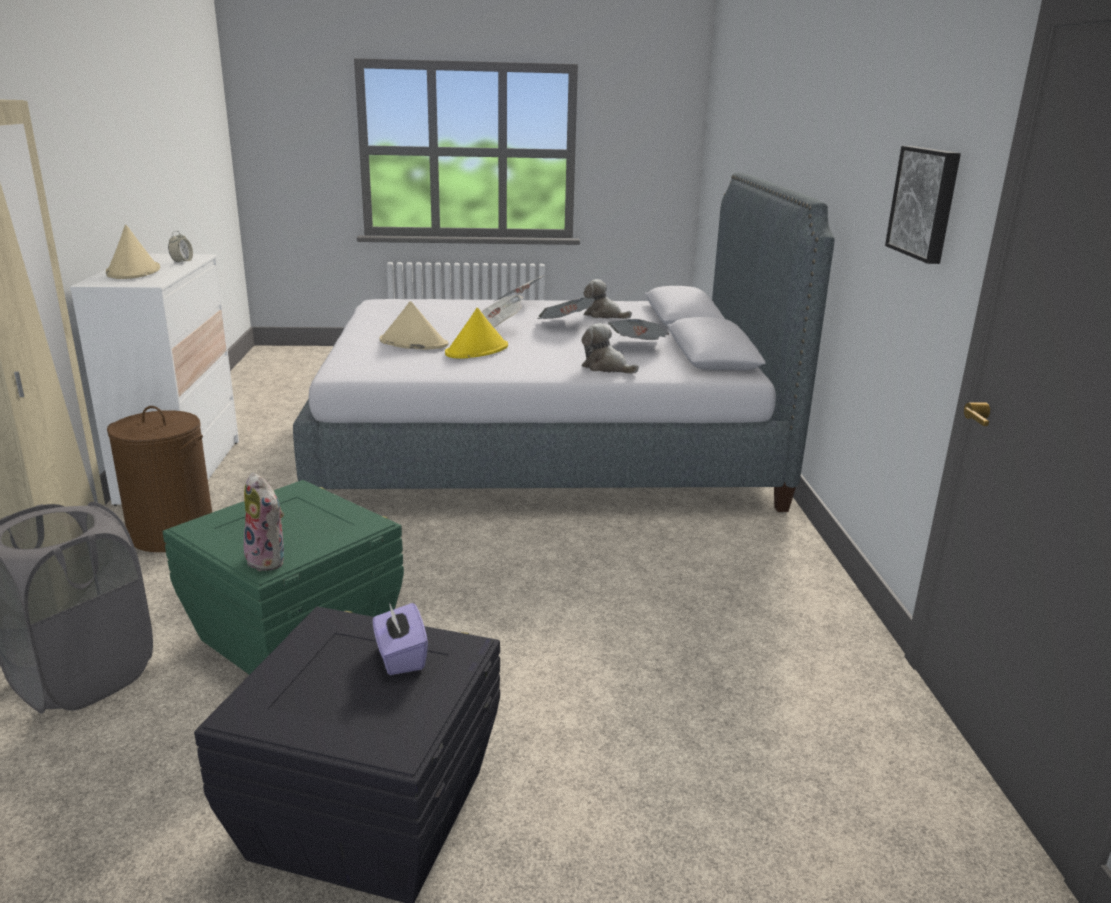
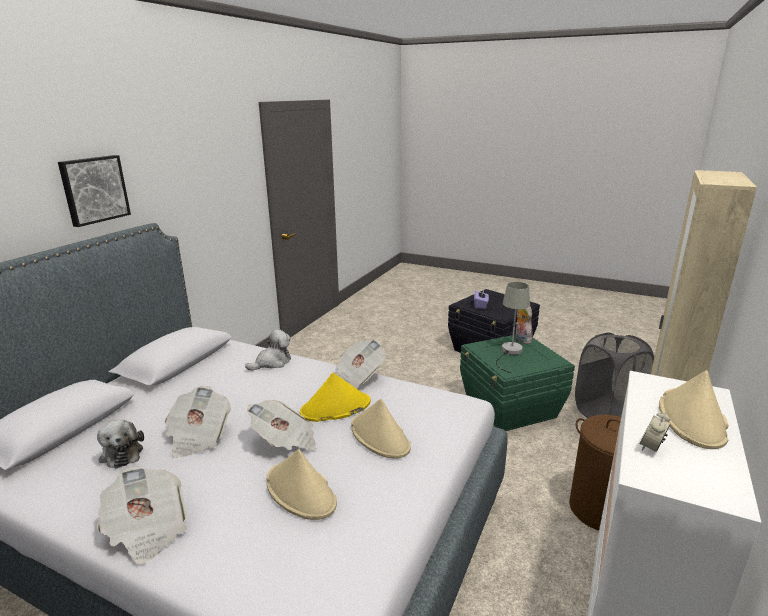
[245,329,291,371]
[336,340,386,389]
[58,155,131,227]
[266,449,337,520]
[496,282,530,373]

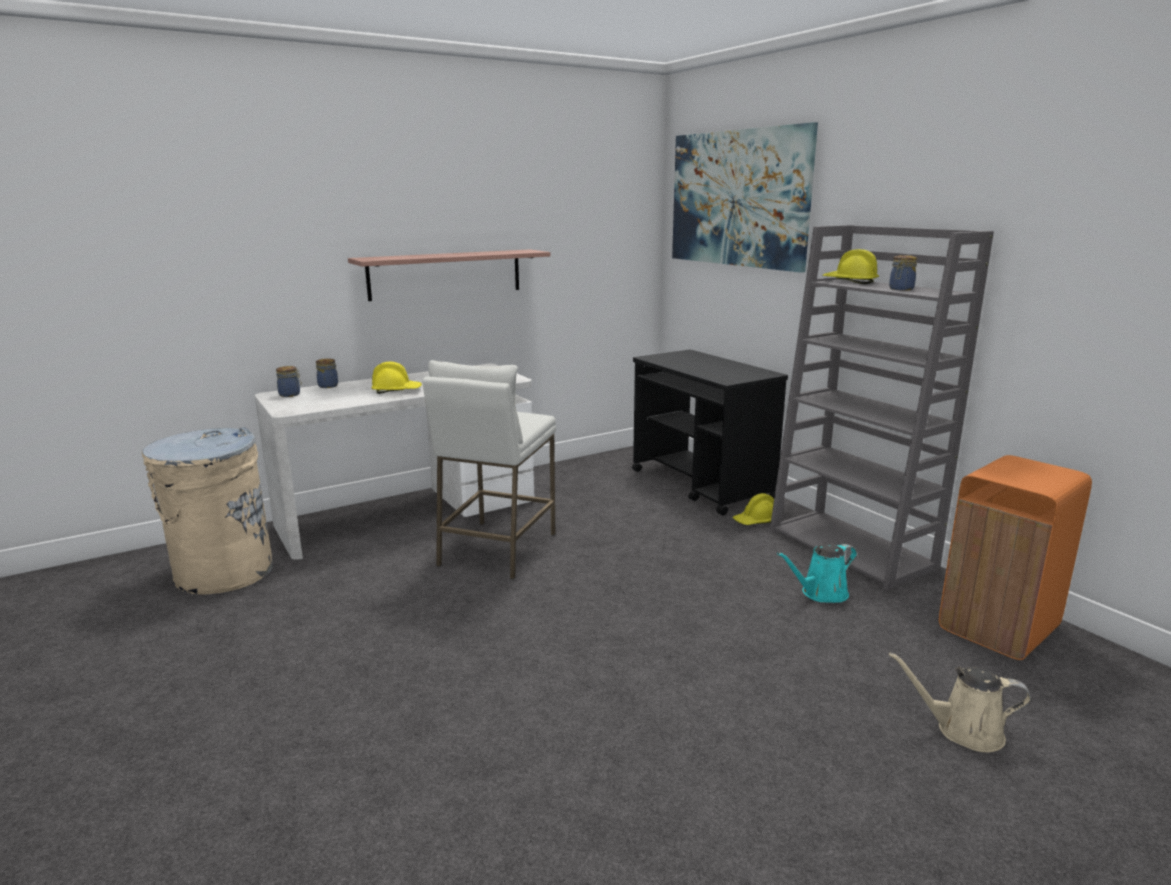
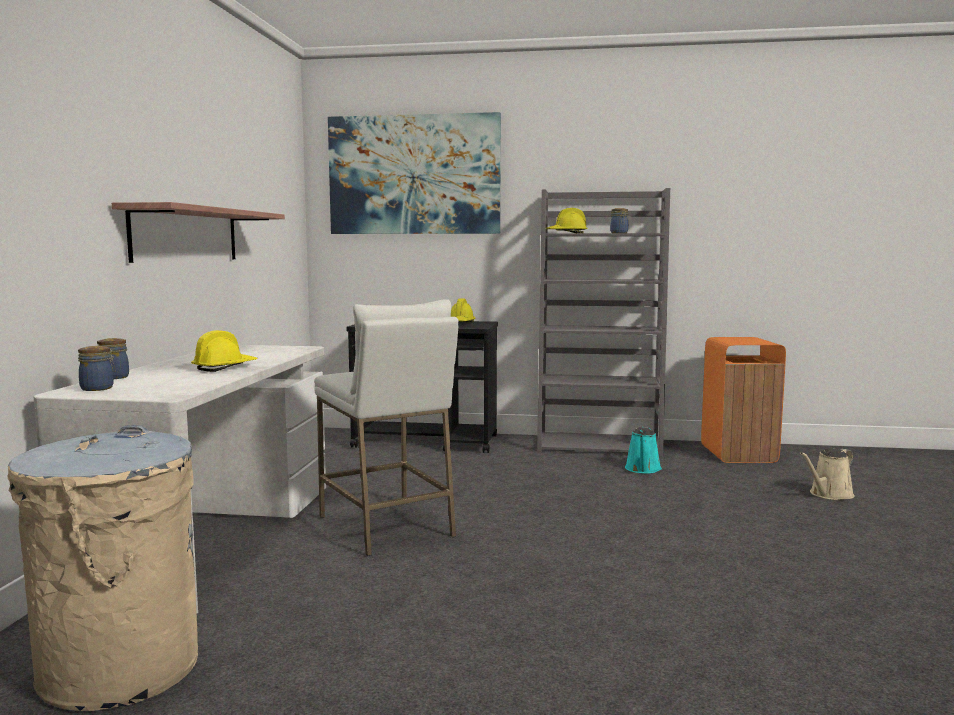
[451,298,475,322]

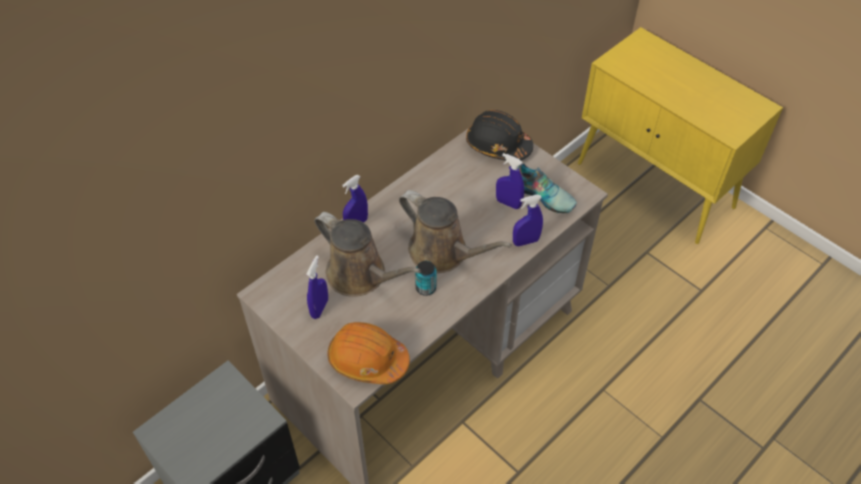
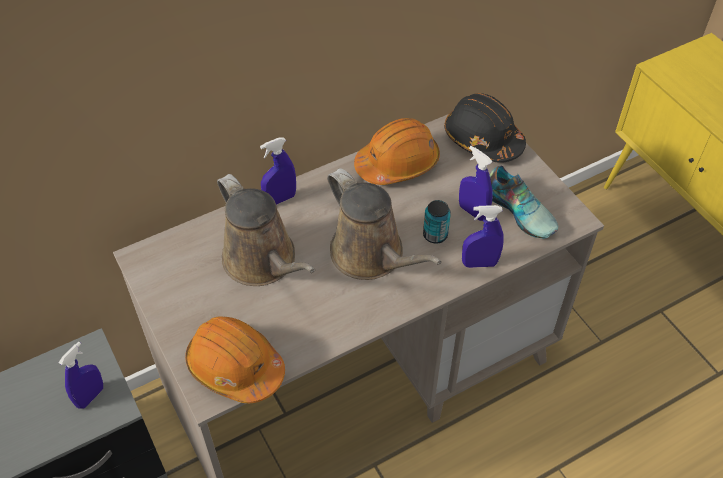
[58,341,103,409]
[423,200,451,244]
[354,118,440,185]

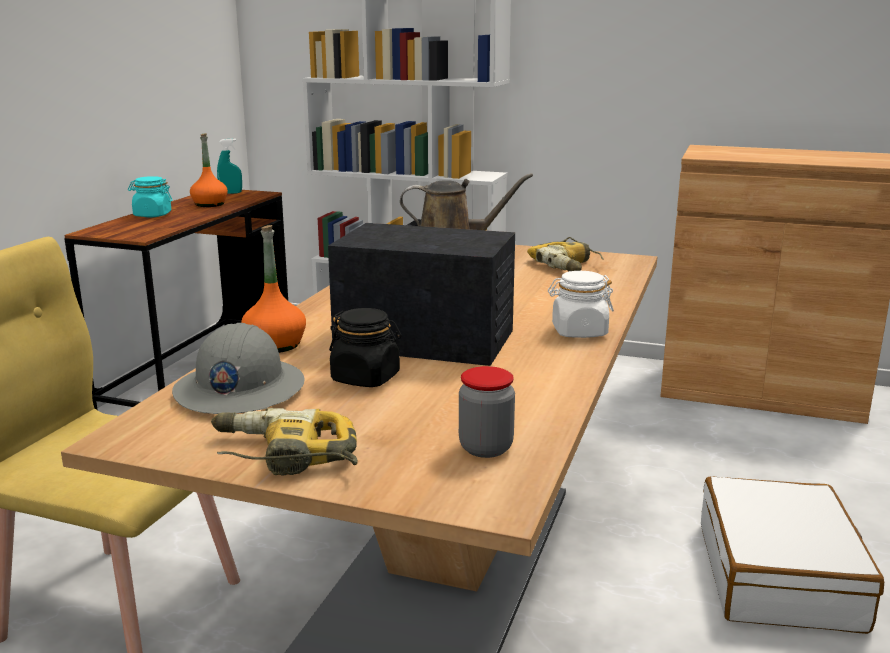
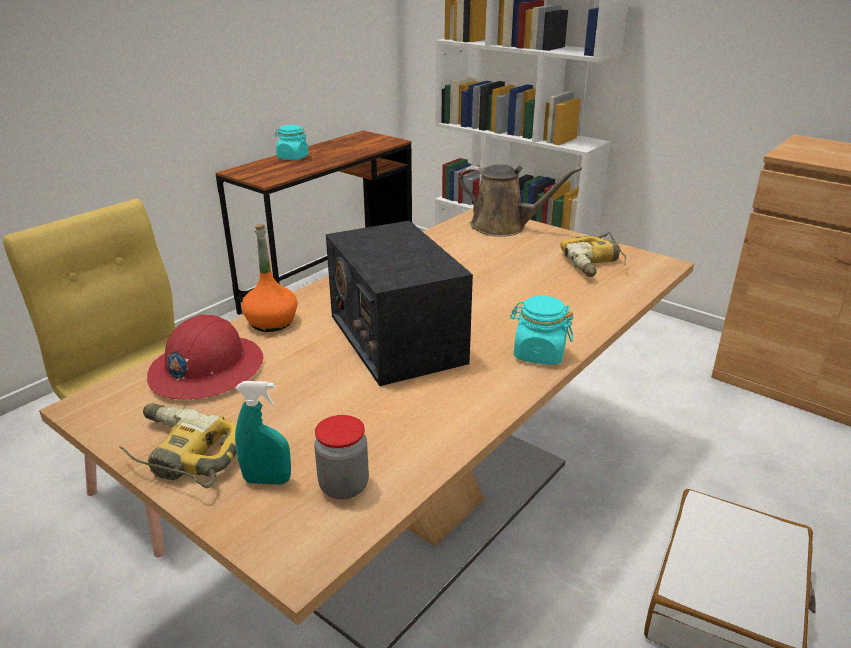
[147,315,263,400]
[190,133,228,207] (first image)
[235,381,291,485]
[326,221,473,386]
[329,308,402,387] (first image)
[510,296,573,365]

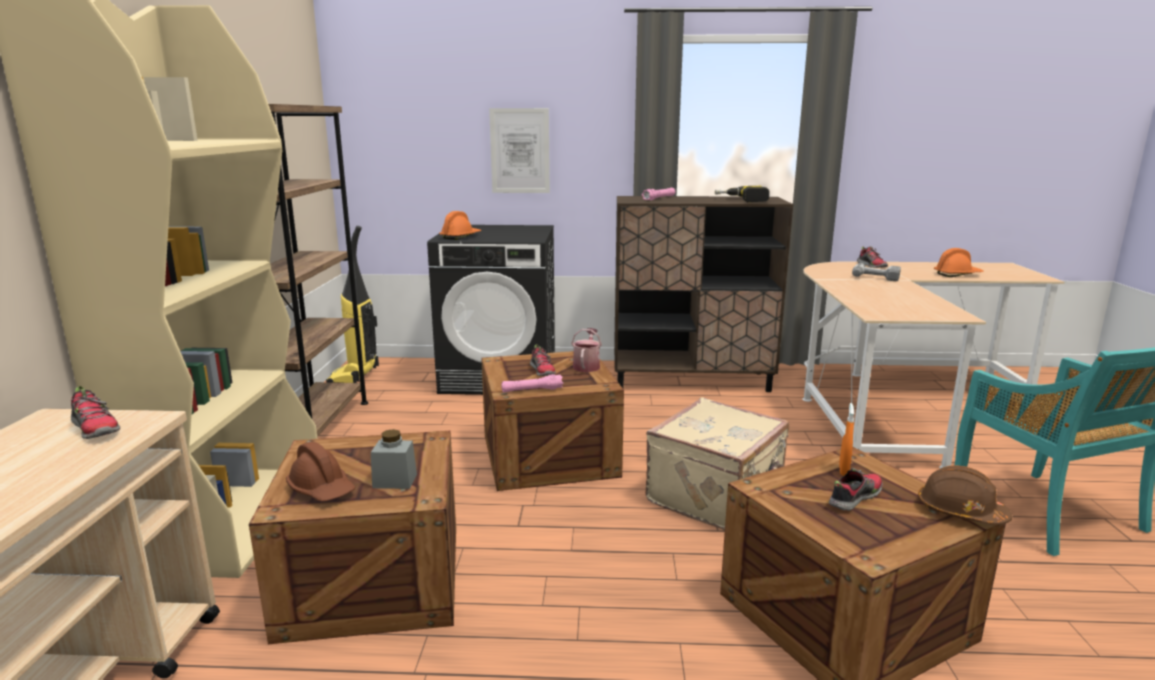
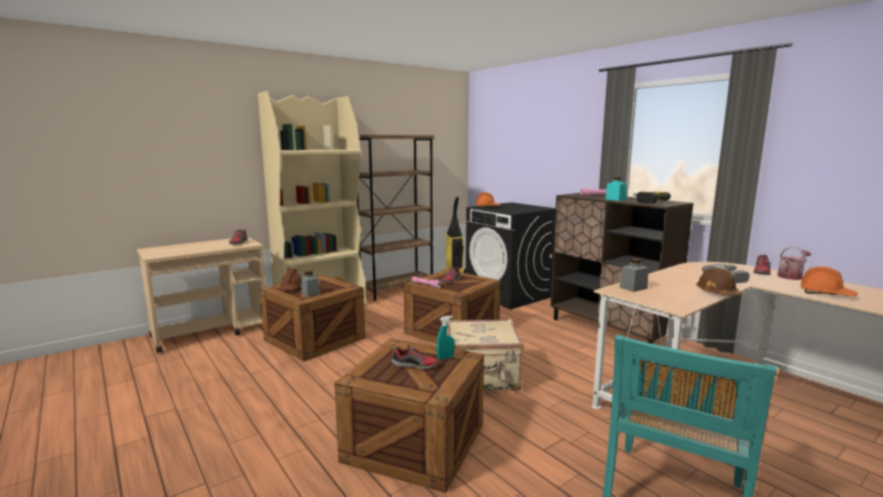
[489,108,550,193] (first image)
[777,247,811,280]
[436,316,455,360]
[696,268,742,296]
[605,177,627,201]
[620,258,649,292]

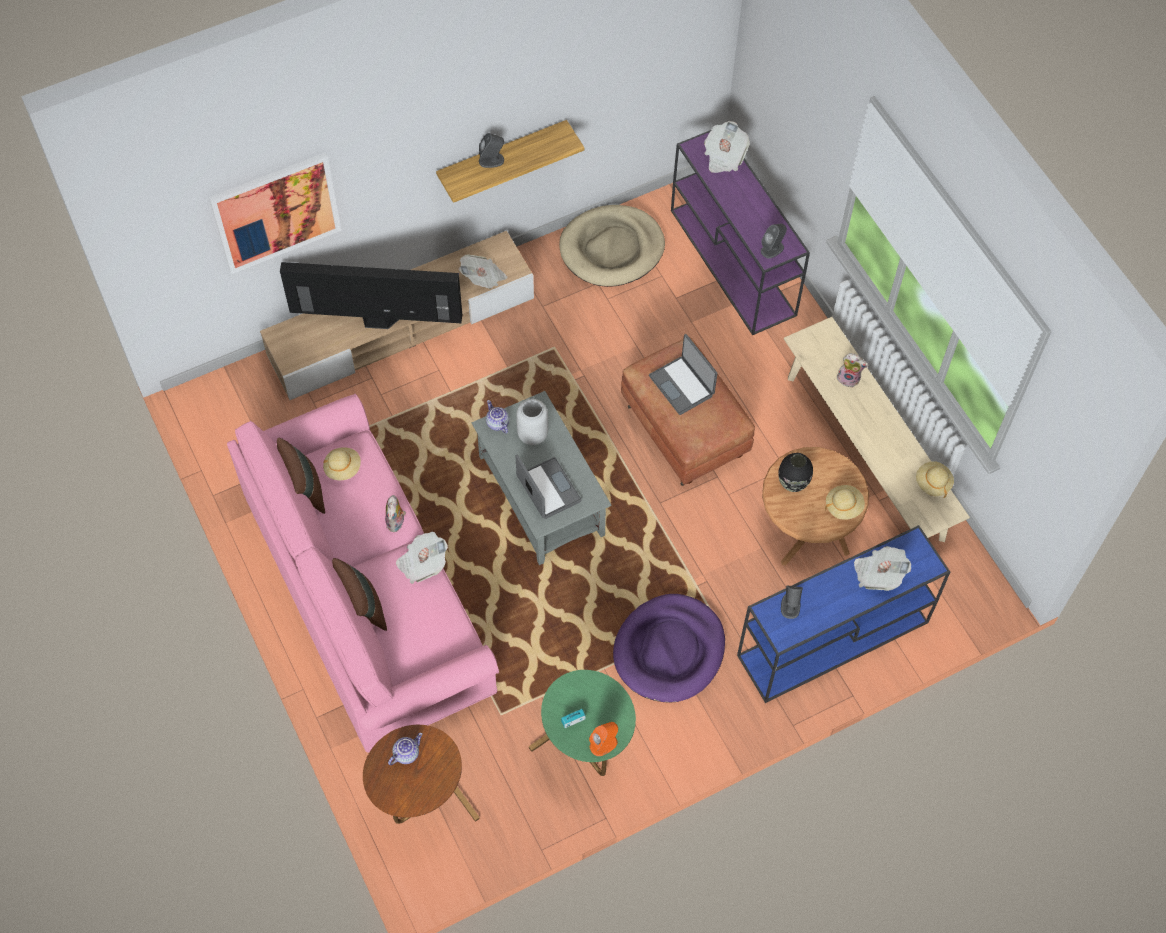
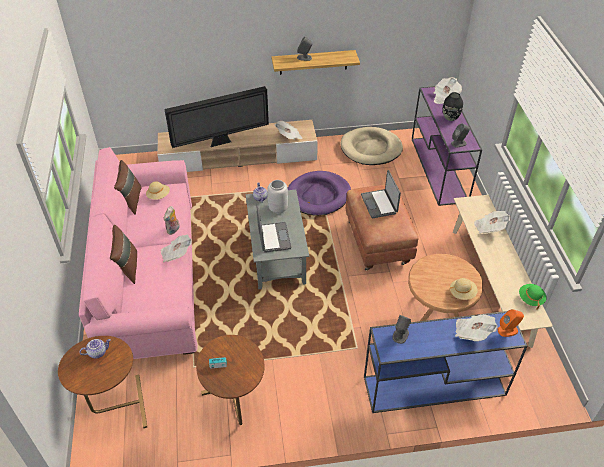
[209,153,341,274] (first image)
[164,86,269,148]
[196,335,265,425]
[498,309,524,337]
[288,171,351,216]
[443,92,463,121]
[474,211,511,234]
[519,284,547,310]

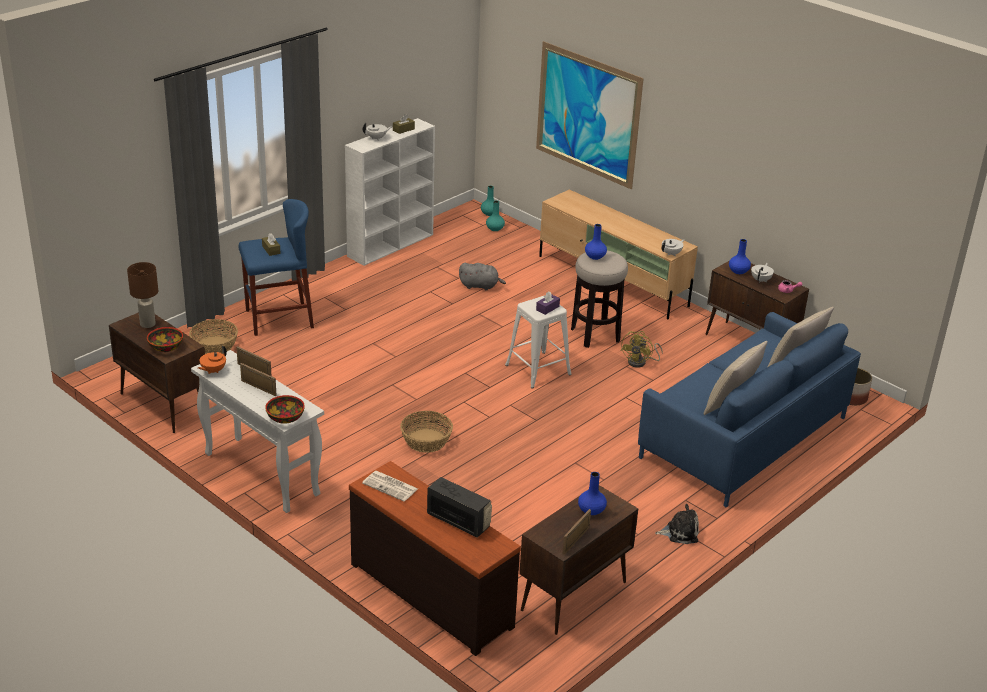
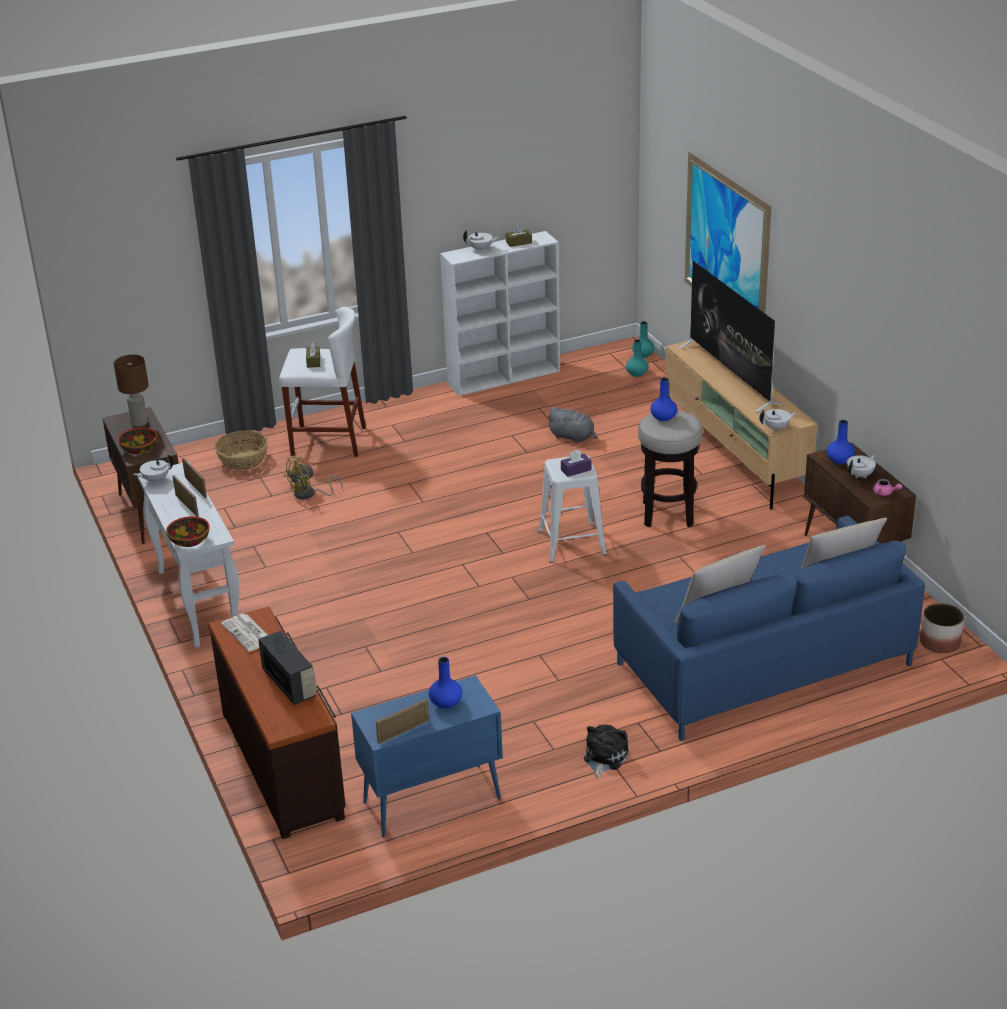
[133,454,173,483]
[279,307,366,457]
[400,411,453,453] (first image)
[351,675,503,838]
[284,456,343,499]
[584,724,629,778]
[679,261,785,413]

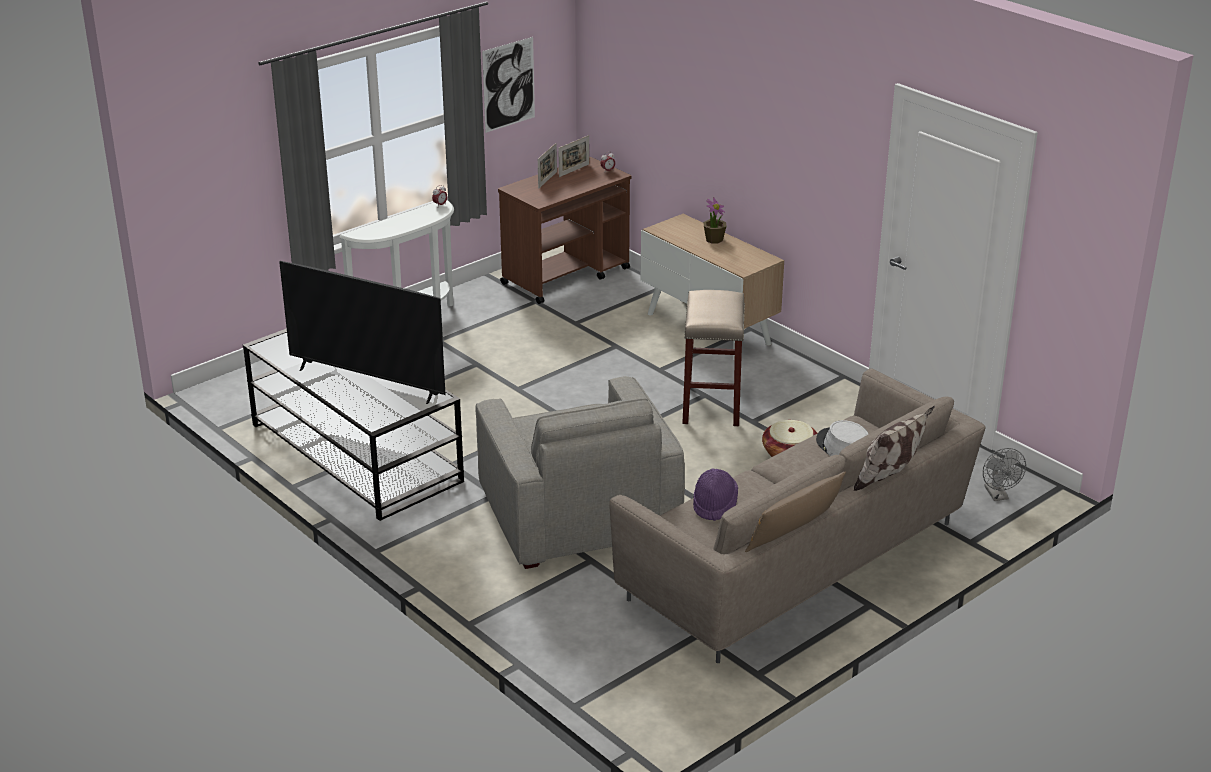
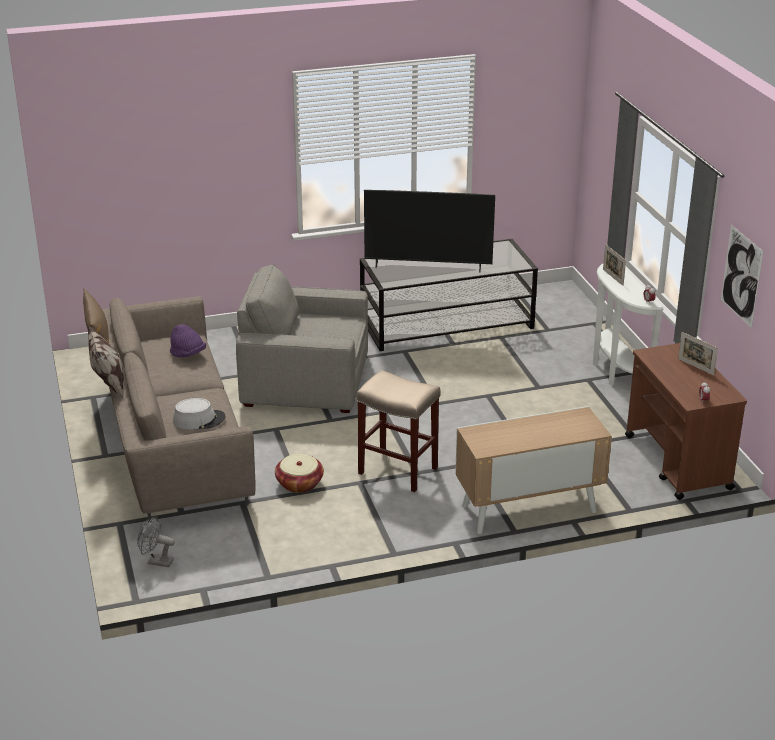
[364,190,495,273]
[603,244,626,286]
[703,197,726,243] (first image)

